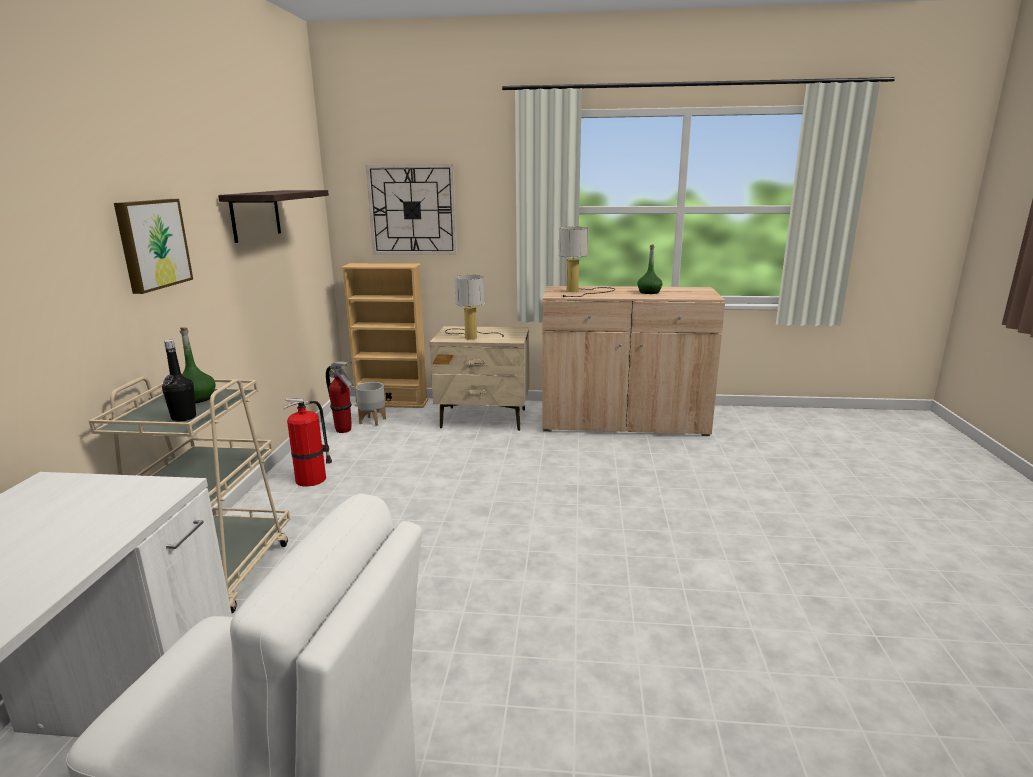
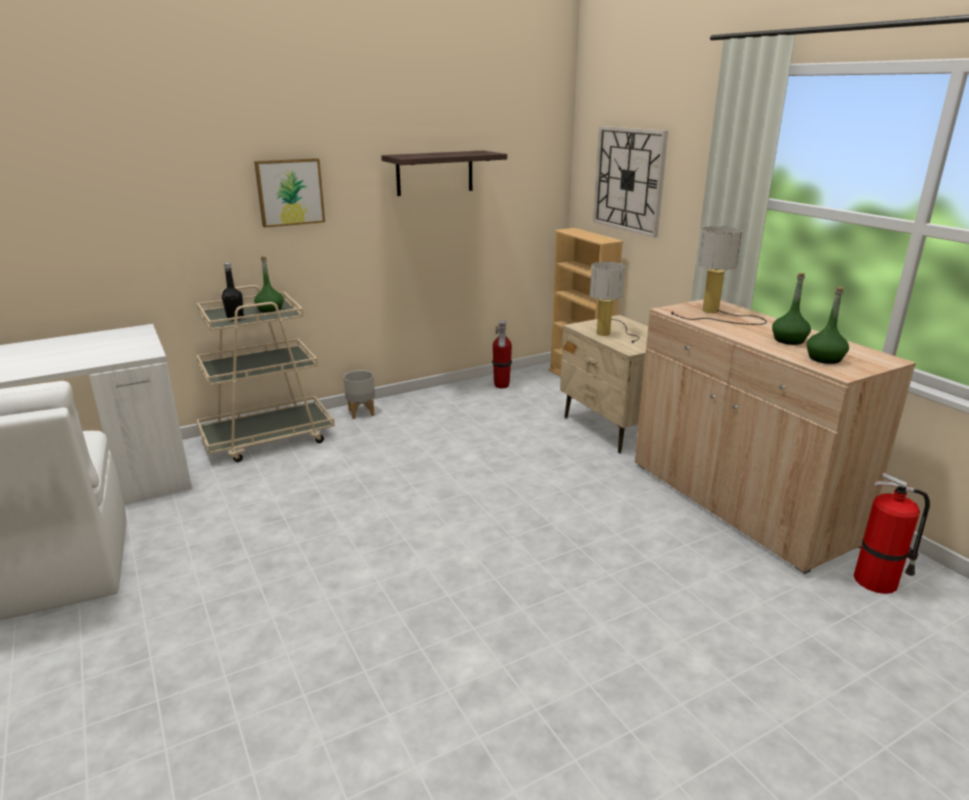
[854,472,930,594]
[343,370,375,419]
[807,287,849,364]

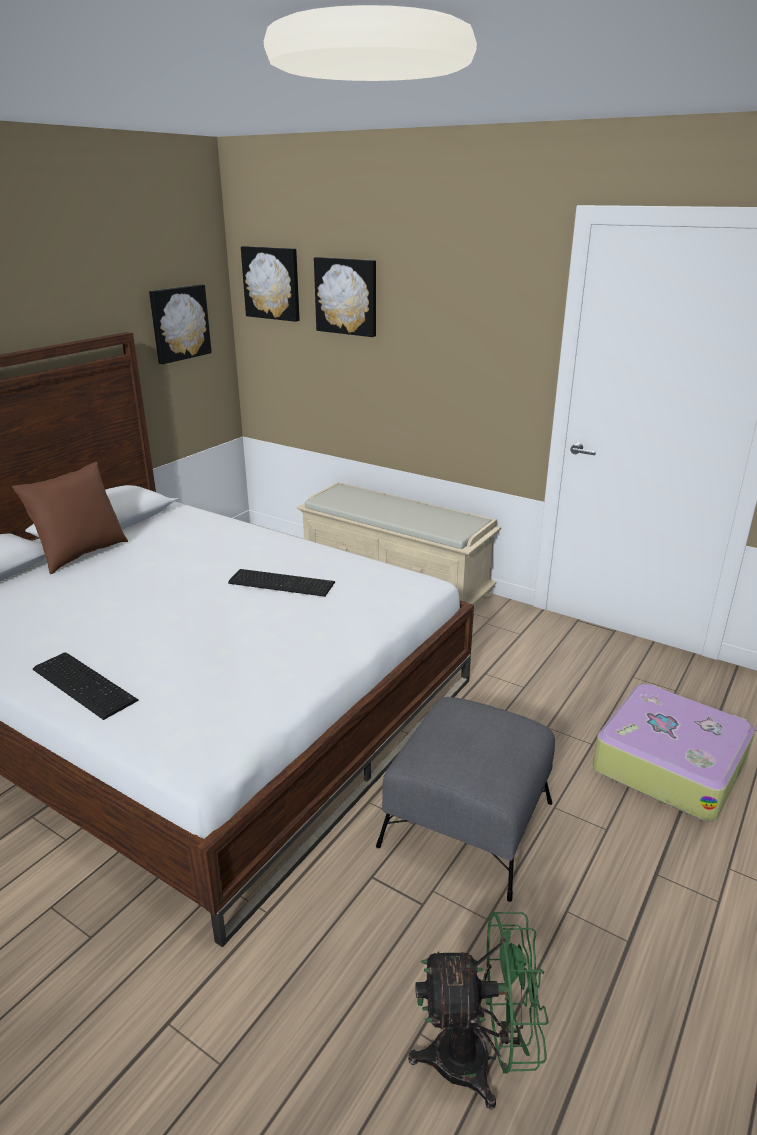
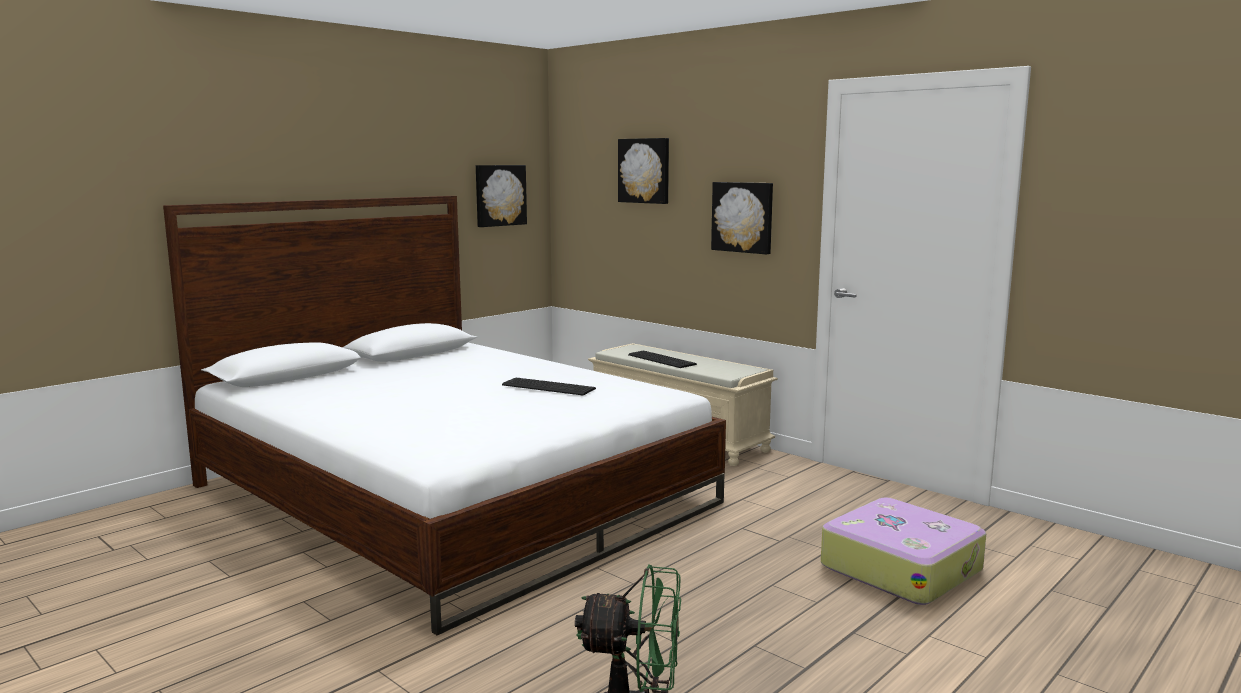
[12,462,128,574] (first image)
[628,351,697,368]
[711,182,773,255]
[376,697,555,902] (first image)

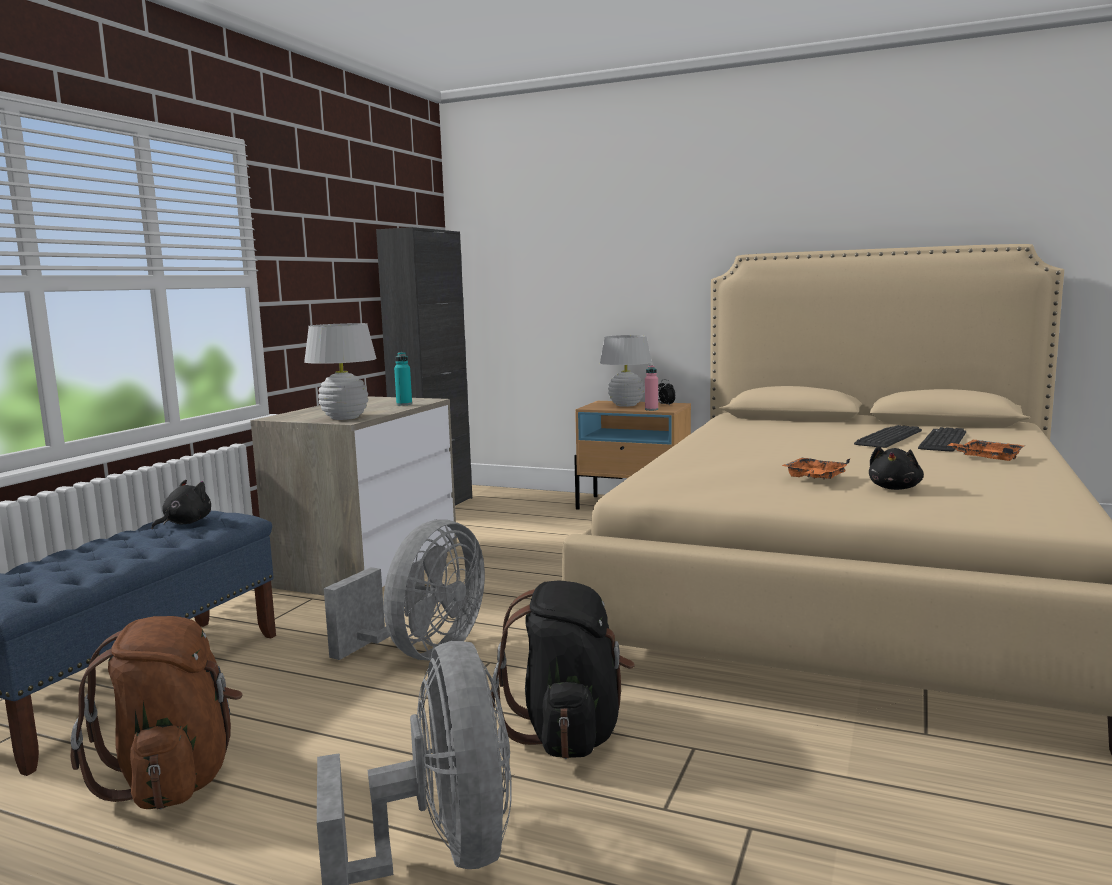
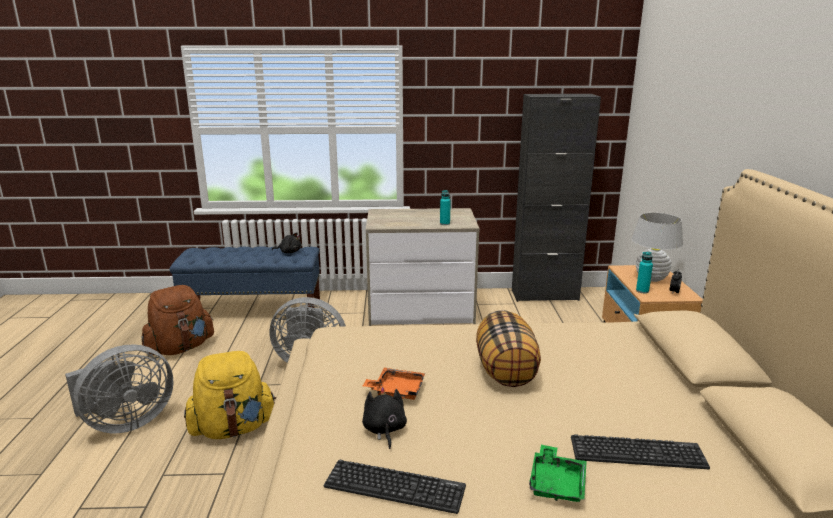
[304,323,377,420] (first image)
[184,351,276,439]
[636,252,653,293]
[324,460,466,514]
[362,387,407,449]
[529,444,587,502]
[476,310,541,387]

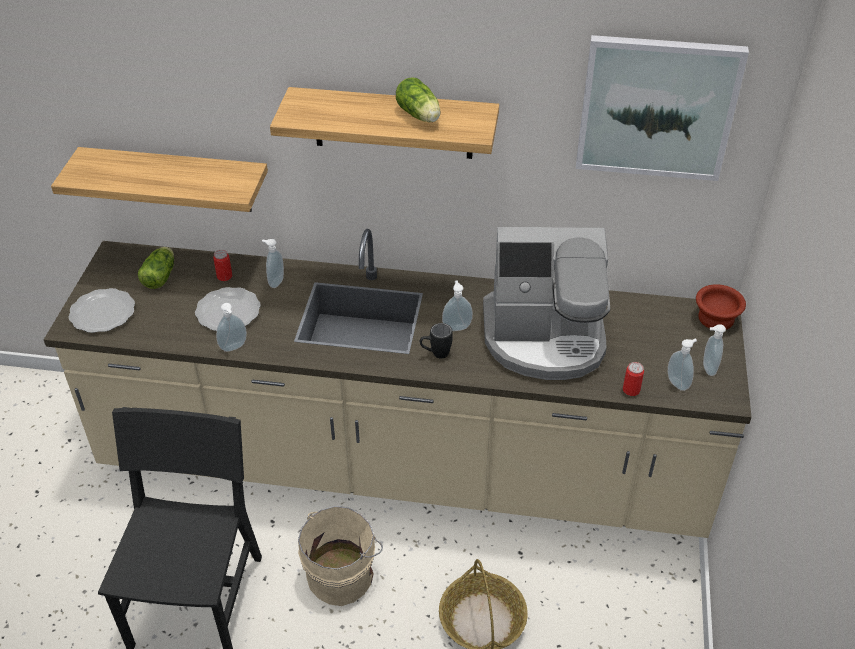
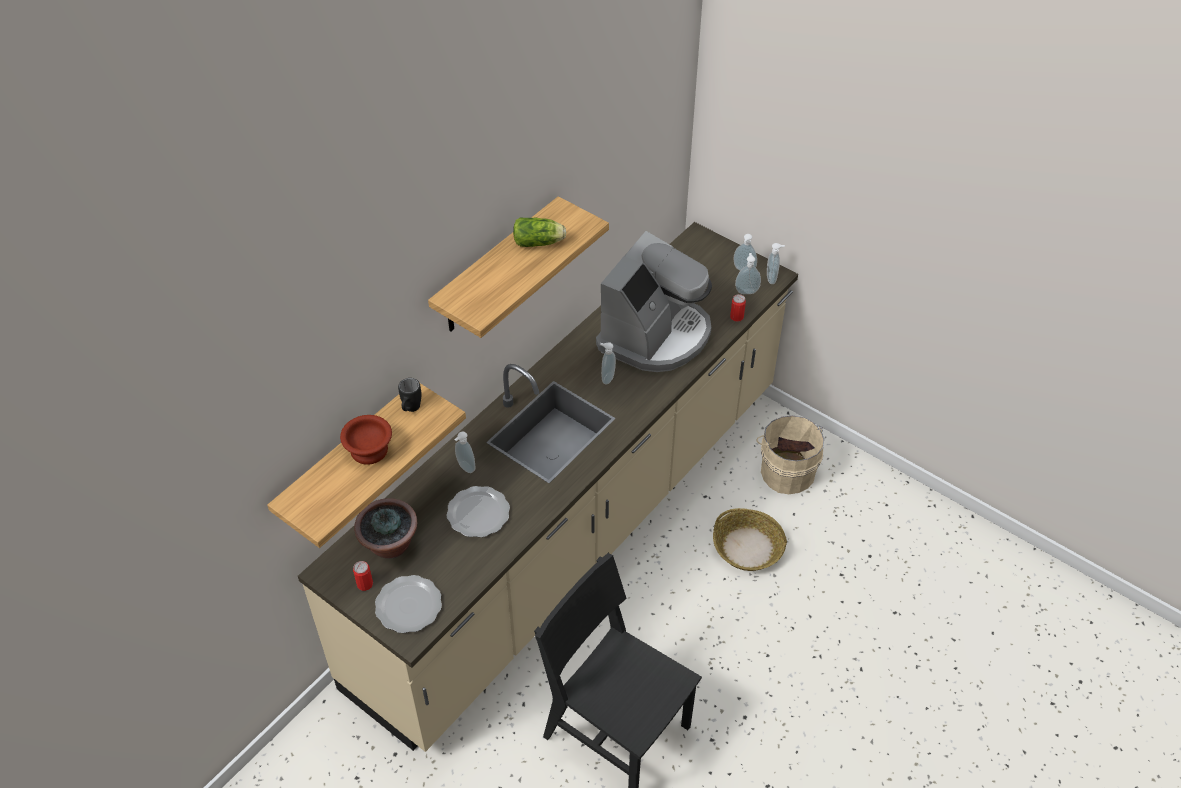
[354,498,417,559]
[353,561,373,591]
[767,243,785,284]
[757,416,824,494]
[398,378,422,412]
[576,35,749,181] (first image)
[340,415,392,465]

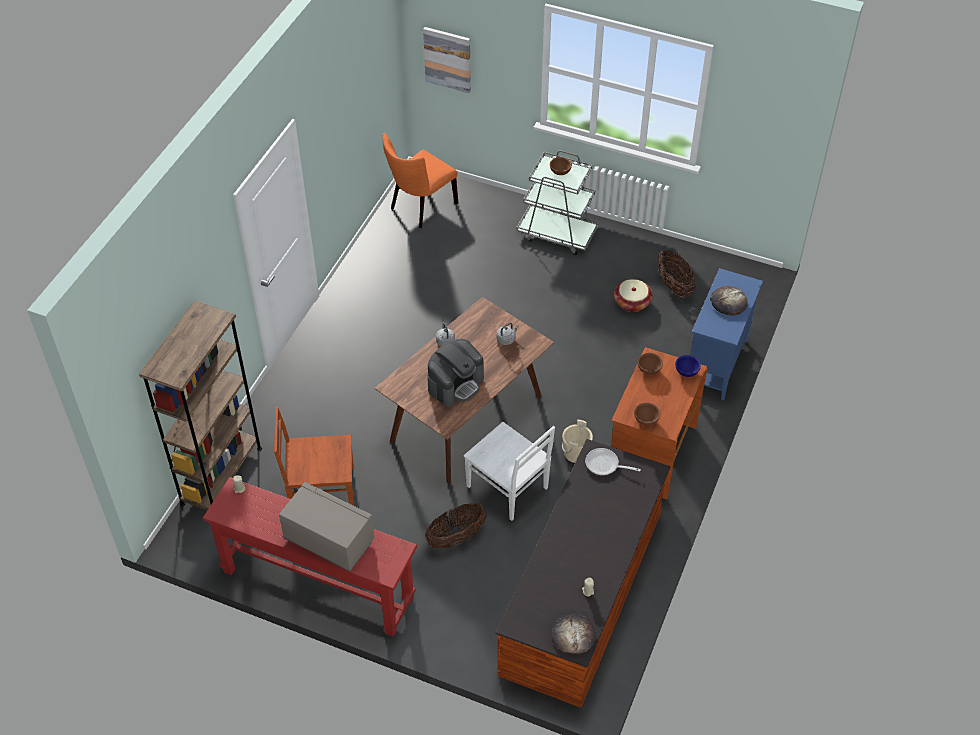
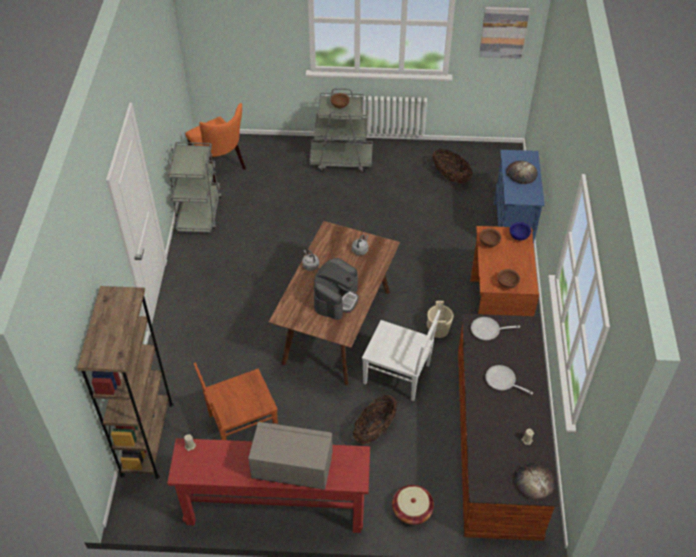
[185,103,246,183]
[479,7,530,58]
[392,485,434,525]
[168,142,222,233]
[485,365,533,394]

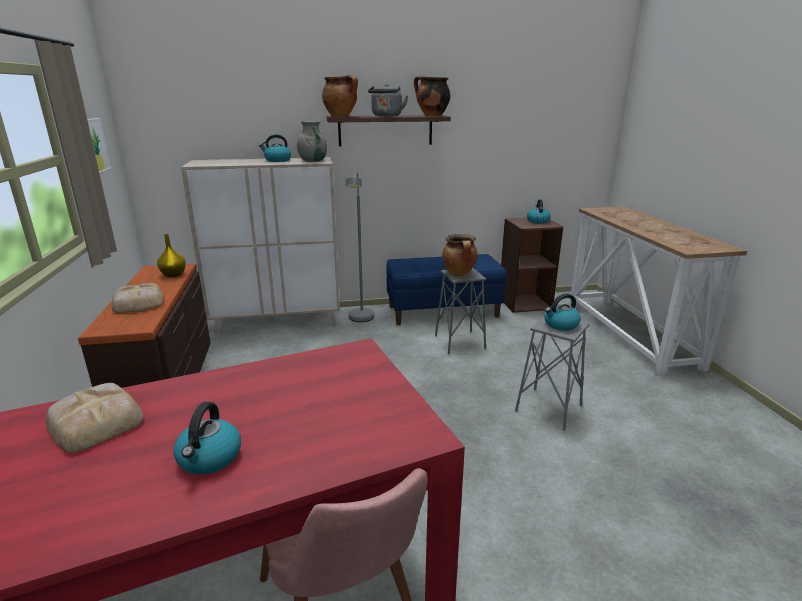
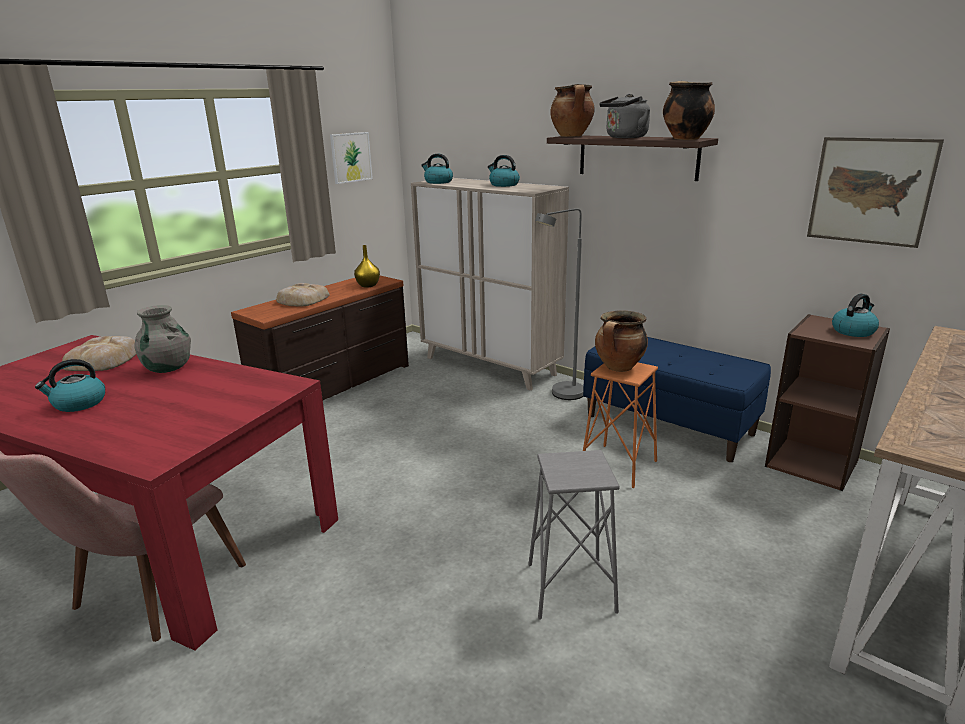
[135,305,191,373]
[583,363,658,488]
[421,154,453,184]
[807,137,944,248]

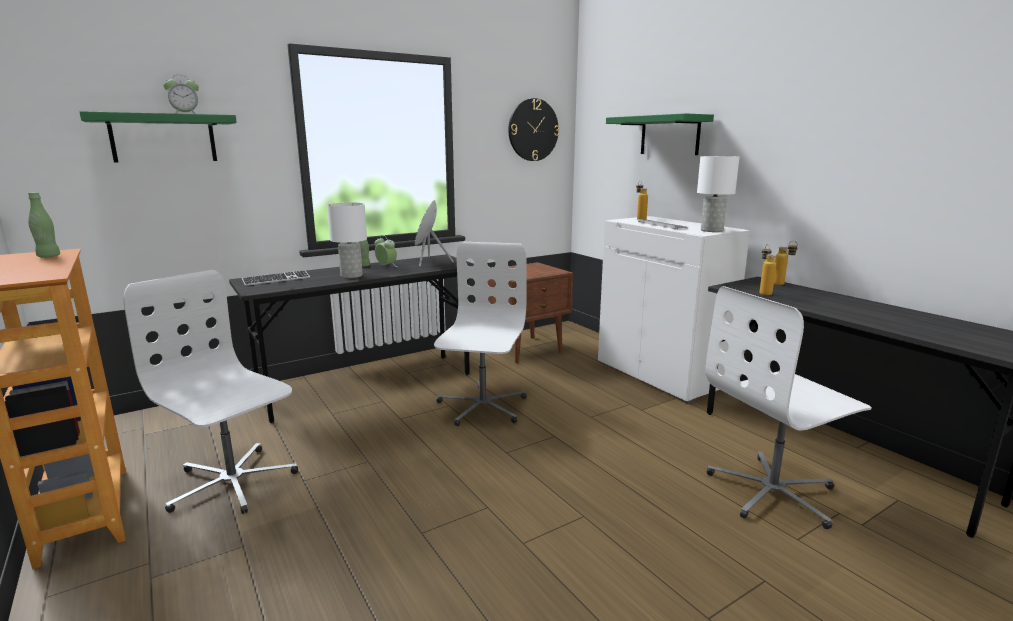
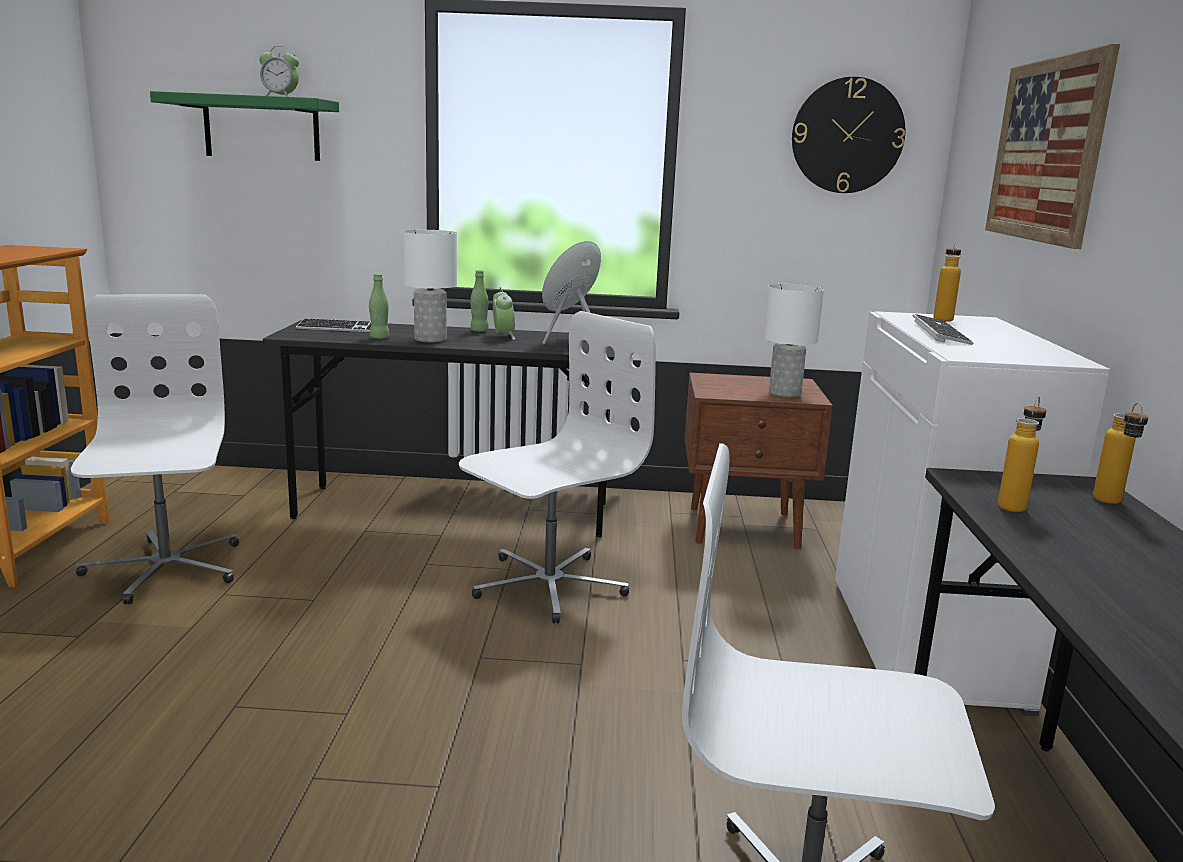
[369,274,390,339]
[985,44,1120,249]
[764,284,824,397]

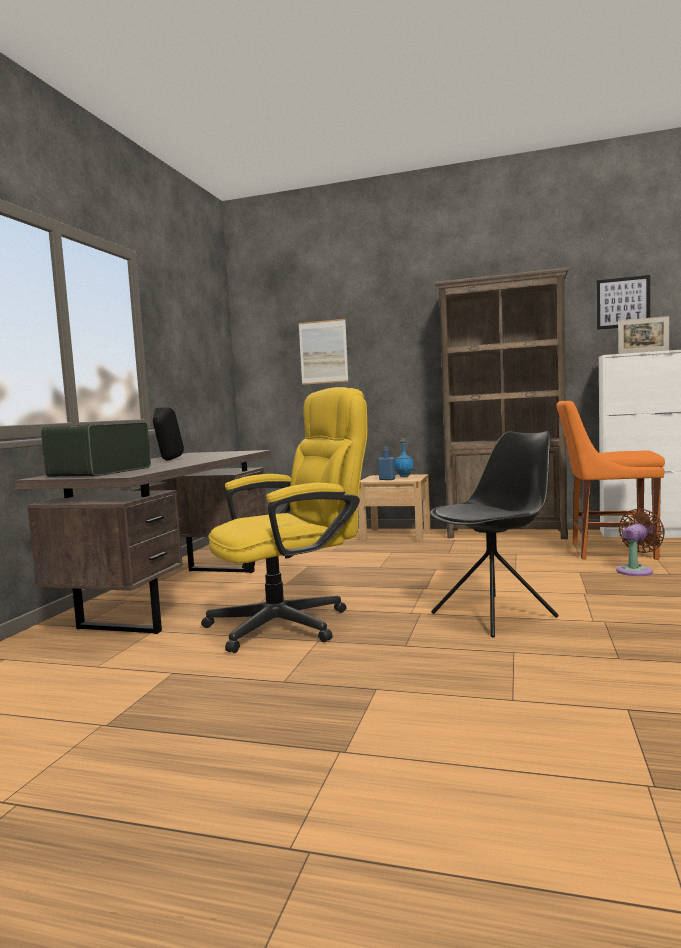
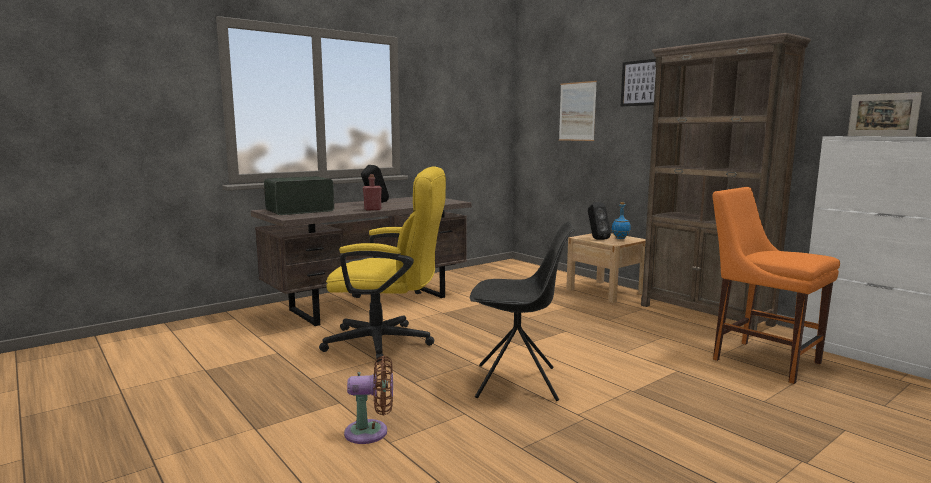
[588,202,611,240]
[621,59,656,107]
[344,356,393,444]
[363,174,382,211]

